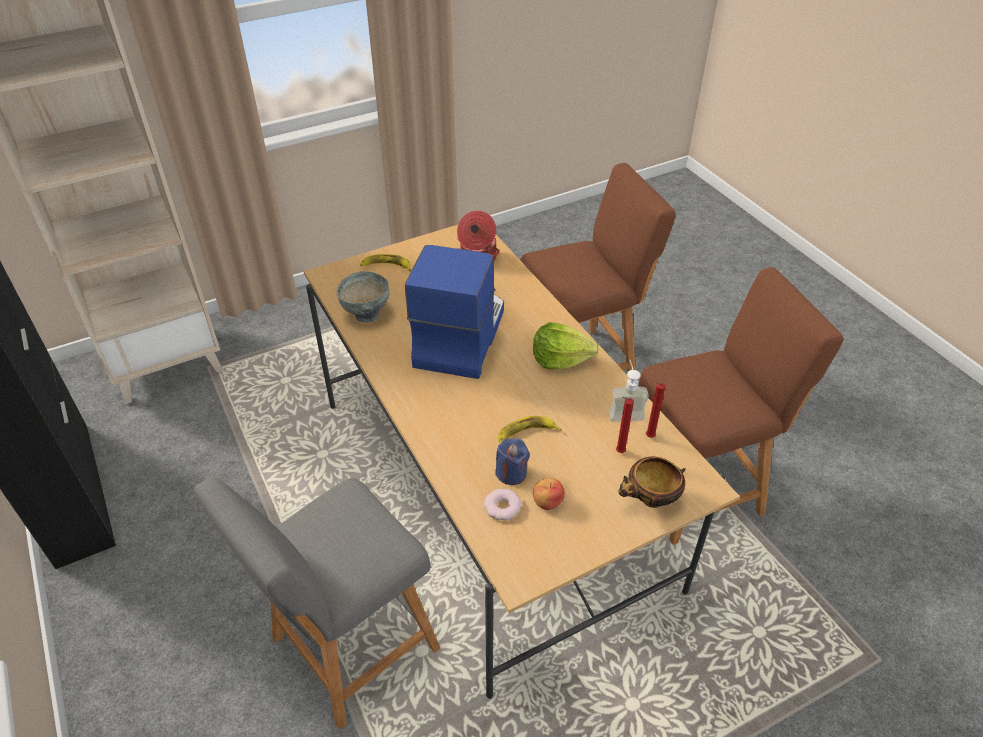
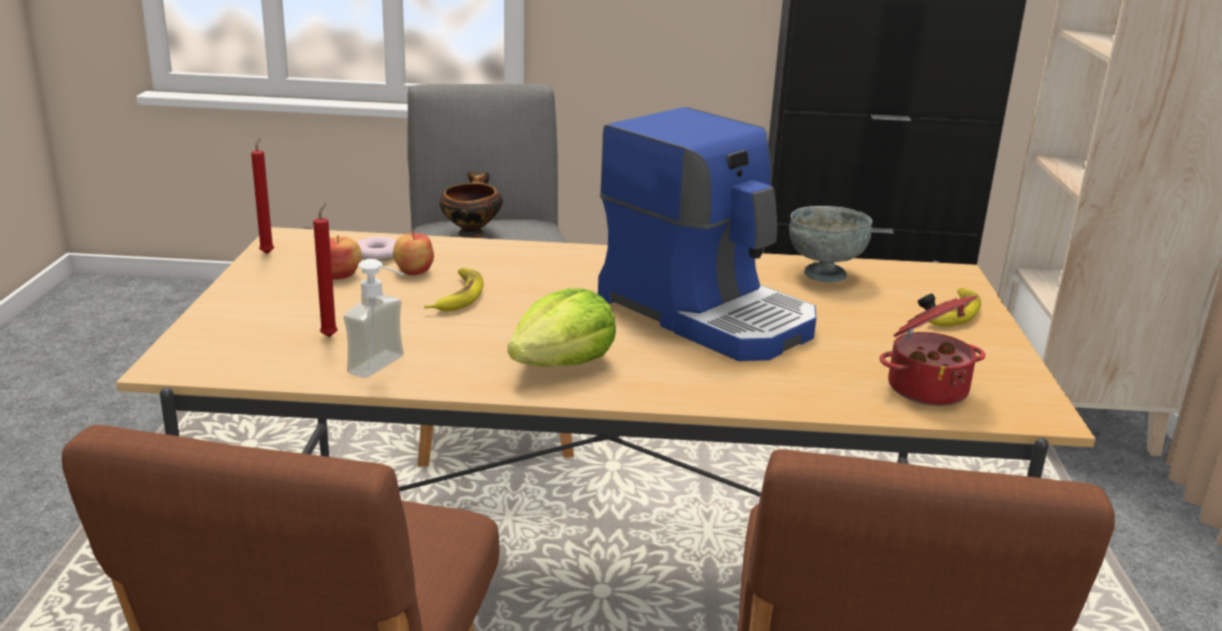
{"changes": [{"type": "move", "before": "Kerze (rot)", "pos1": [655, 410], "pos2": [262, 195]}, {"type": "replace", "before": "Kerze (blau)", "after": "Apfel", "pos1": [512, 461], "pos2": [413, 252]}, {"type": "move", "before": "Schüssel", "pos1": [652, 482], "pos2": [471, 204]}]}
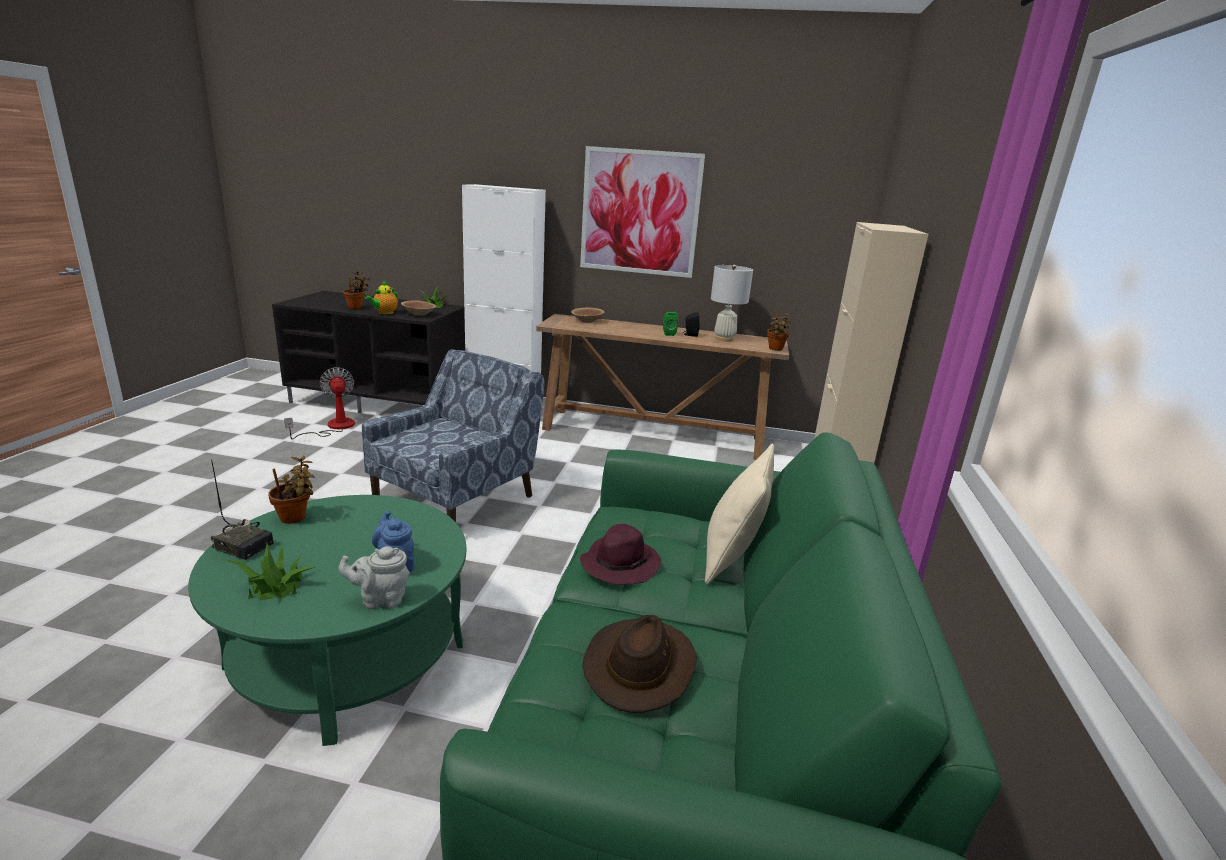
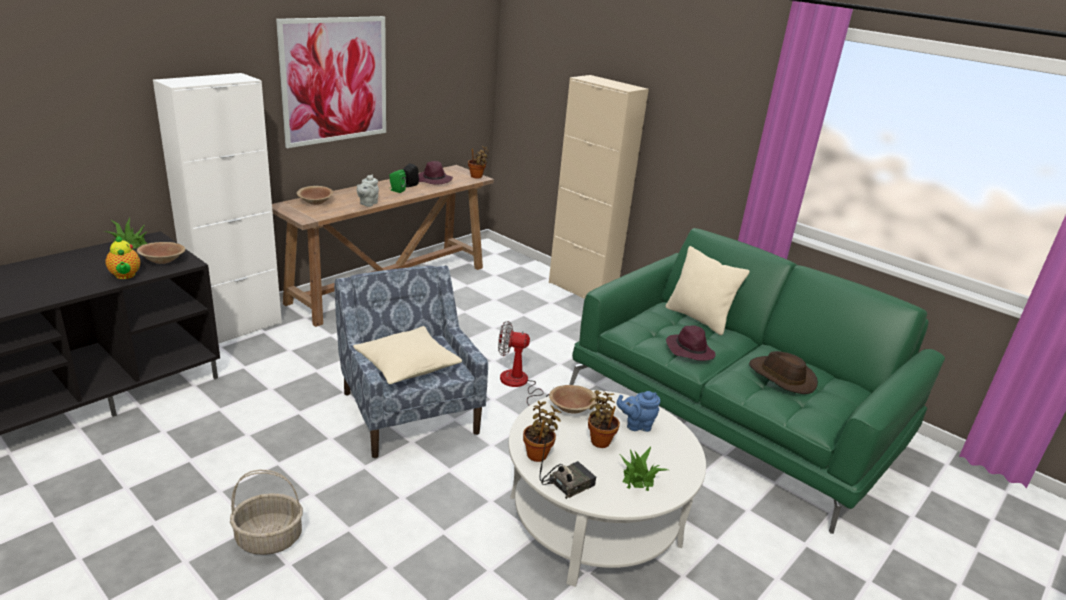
{"changes": [{"type": "insert", "after": "Korb", "pos2": [266, 512]}, {"type": "insert", "after": "Kissen (beige)", "pos2": [407, 355]}, {"type": "move", "before": "Teekanne (grau)", "pos1": [374, 577], "pos2": [368, 190]}, {"type": "replace", "before": "Tischlampe (weiß)", "after": "Hut (lila)", "pos1": [732, 303], "pos2": [436, 172]}, {"type": "move", "before": "Ventilator", "pos1": [319, 403], "pos2": [526, 363]}, {"type": "recolor", "before": "Couchtisch (grün)", "after": "Couchtisch (weiß)", "pos1": [327, 620], "pos2": [607, 488]}, {"type": "insert", "after": "Schüssel (braun)", "pos2": [573, 399]}, {"type": "move", "before": "Topfpflanze", "pos1": [356, 290], "pos2": [604, 419]}]}
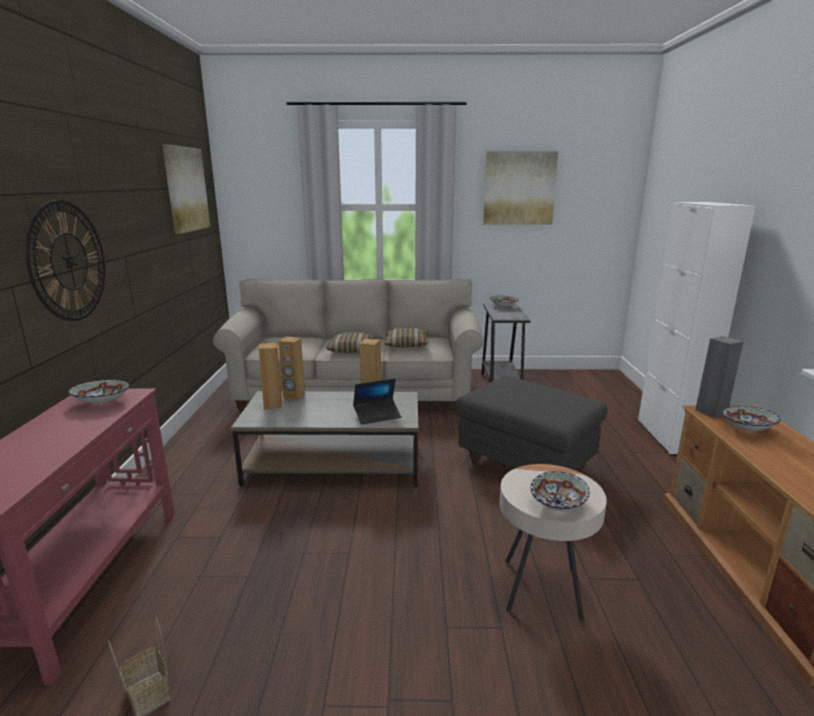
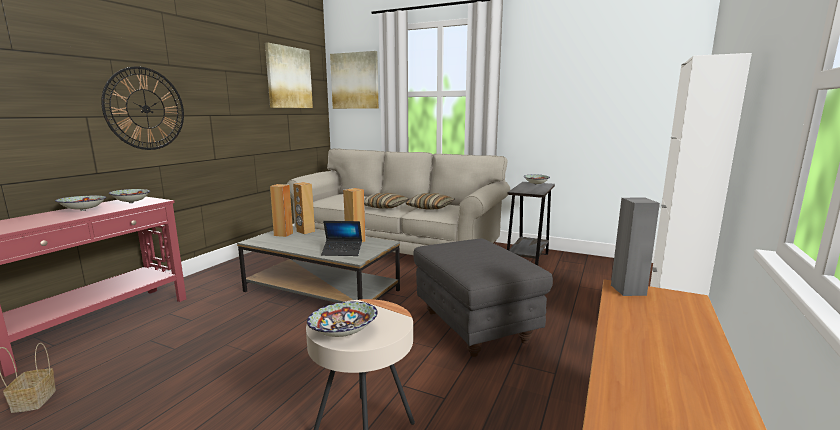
{"changes": [{"type": "move", "before": "Schüssel", "pos1": [751, 418], "pos2": [80, 203]}, {"type": "move", "before": "Bild", "pos1": [520, 187], "pos2": [354, 80]}]}
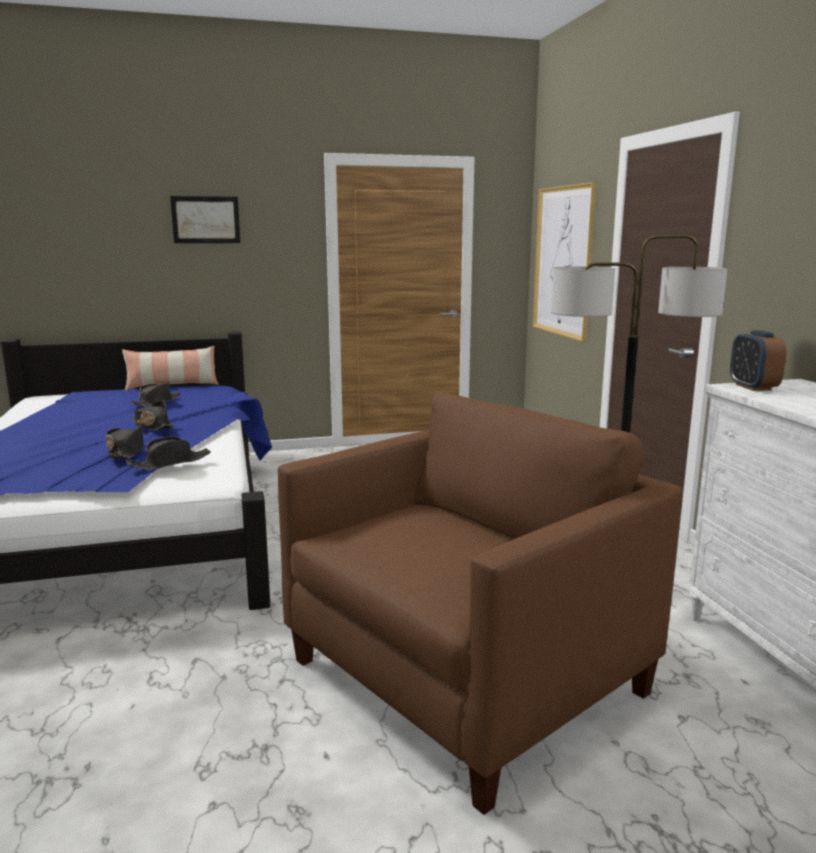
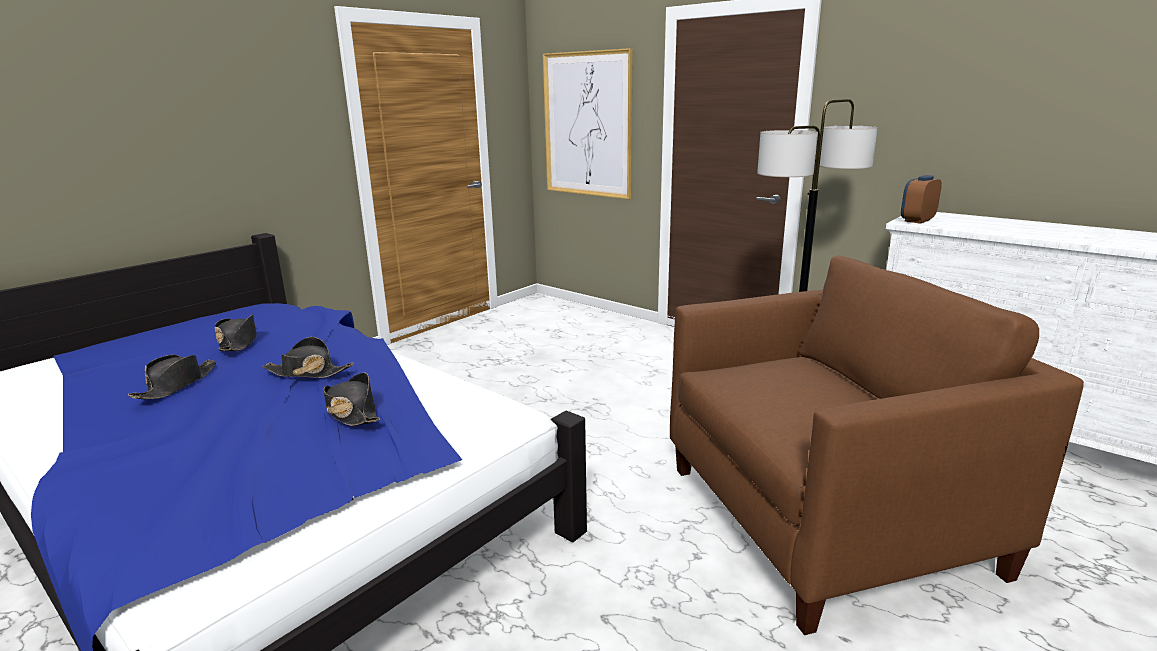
{"changes": [{"type": "move", "before": "Hut (schwarz)", "pos1": [168, 453], "pos2": [172, 377]}, {"type": "rotate", "before": "Sessel (braun)", "pos1": [480, 604], "pos2": [877, 445], "turn": 60}, {"type": "rotate", "before": "Wecker", "pos1": [758, 360], "pos2": [921, 199], "turn": 90}, {"type": "delete", "before": "Kissen", "pos1": [170, 368]}, {"type": "delete", "before": "Bild", "pos1": [205, 219]}]}
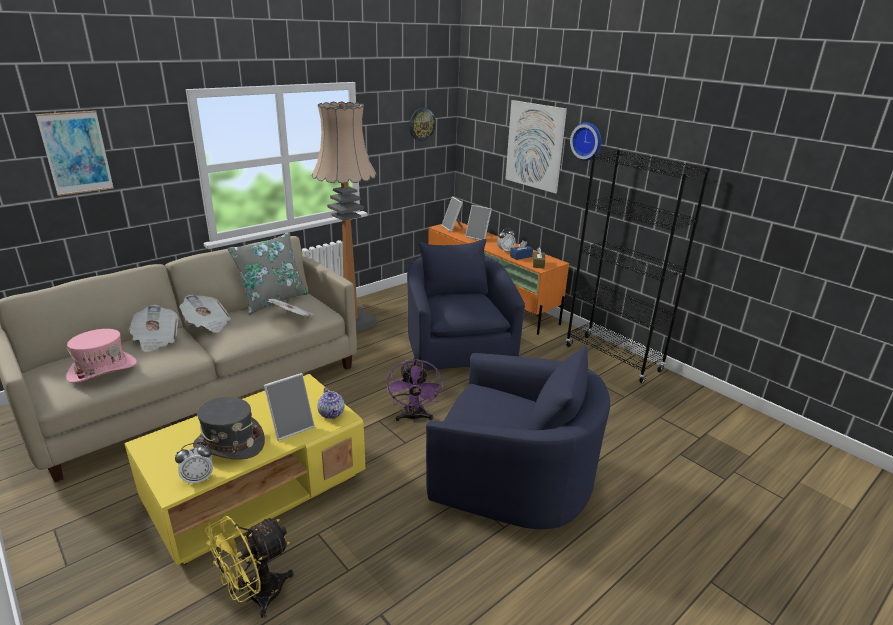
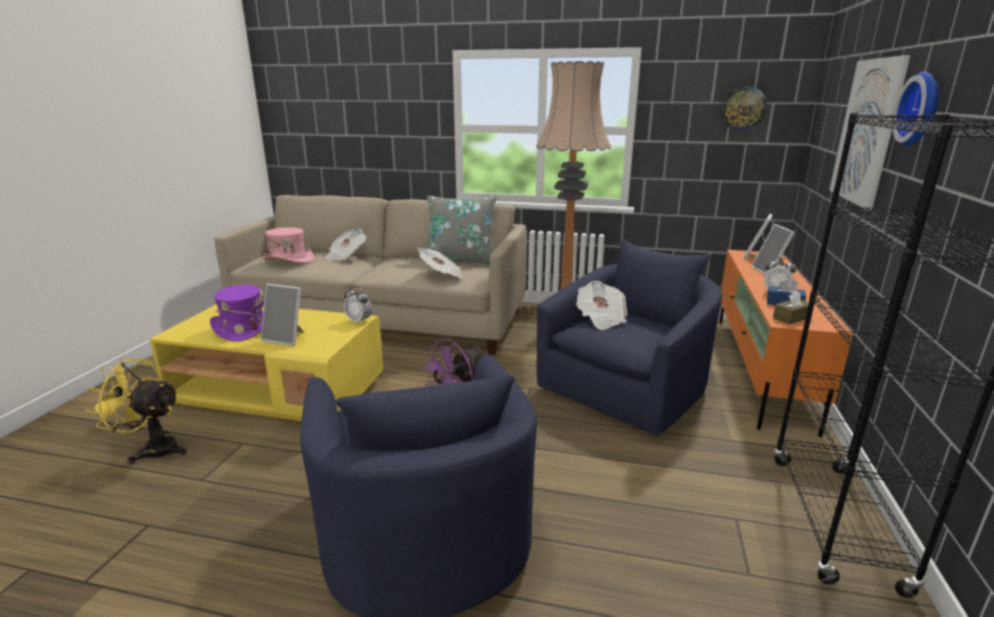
{"changes": [{"type": "recolor", "before": "Hut (grau)", "after": "Hut (lila)", "pos1": [229, 428], "pos2": [237, 313]}, {"type": "move", "before": "Wecker", "pos1": [194, 464], "pos2": [358, 305]}, {"type": "move", "before": "Zeitung", "pos1": [205, 314], "pos2": [601, 305]}, {"type": "delete", "before": "Bild", "pos1": [75, 153]}, {"type": "delete", "before": "Teekanne", "pos1": [330, 403]}]}
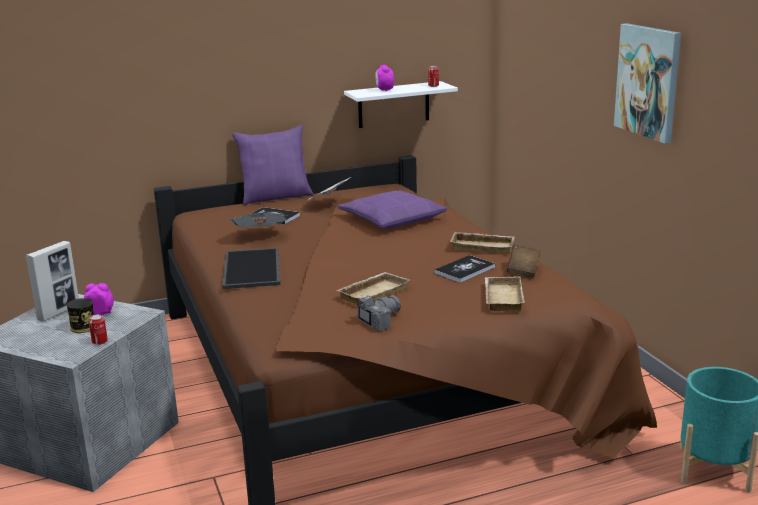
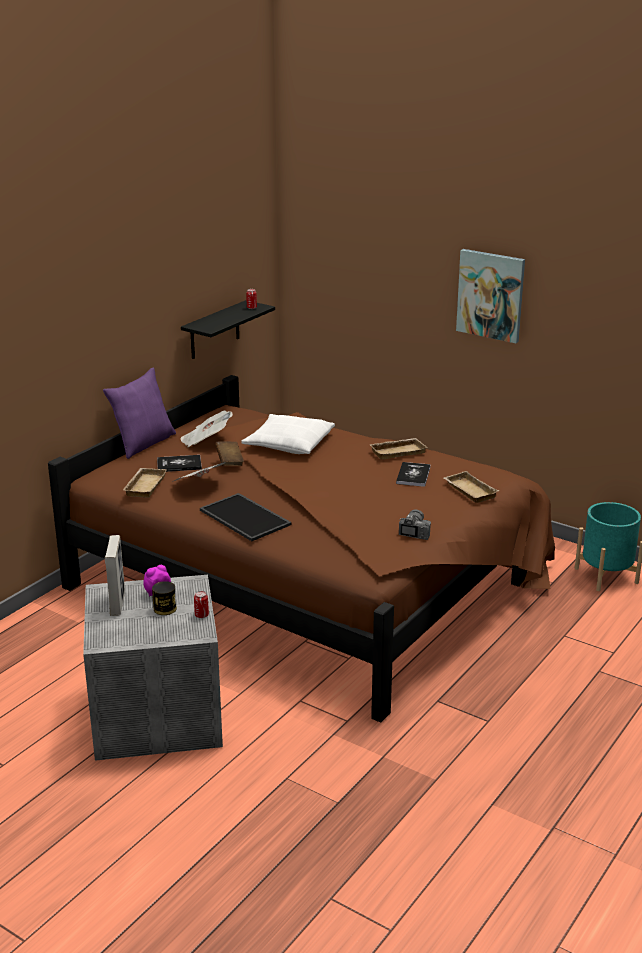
{"changes": [{"type": "move", "before": "Tablett (beige)", "pos1": [373, 288], "pos2": [145, 483]}, {"type": "recolor", "before": "Wandregal (weiß)", "after": "Wandregal (schwarz)", "pos1": [401, 104], "pos2": [228, 329]}, {"type": "move", "before": "Buch (braun)", "pos1": [524, 261], "pos2": [229, 453]}, {"type": "recolor", "before": "Kissen (lila)", "after": "Kissen (weiß)", "pos1": [392, 209], "pos2": [288, 434]}, {"type": "delete", "before": "Wecker", "pos1": [384, 78]}]}
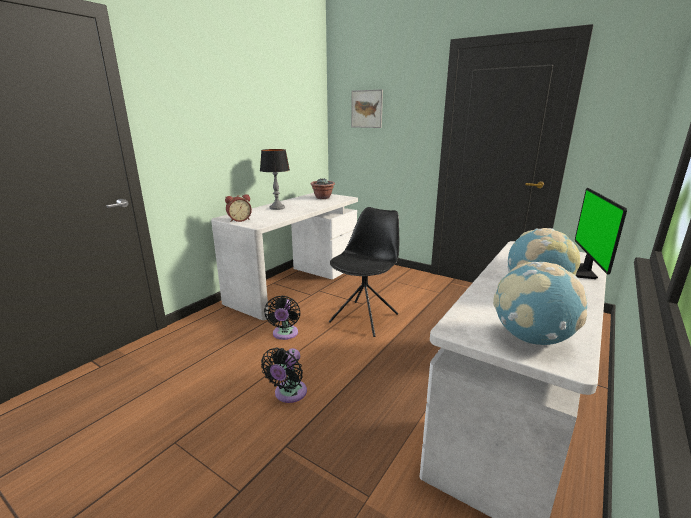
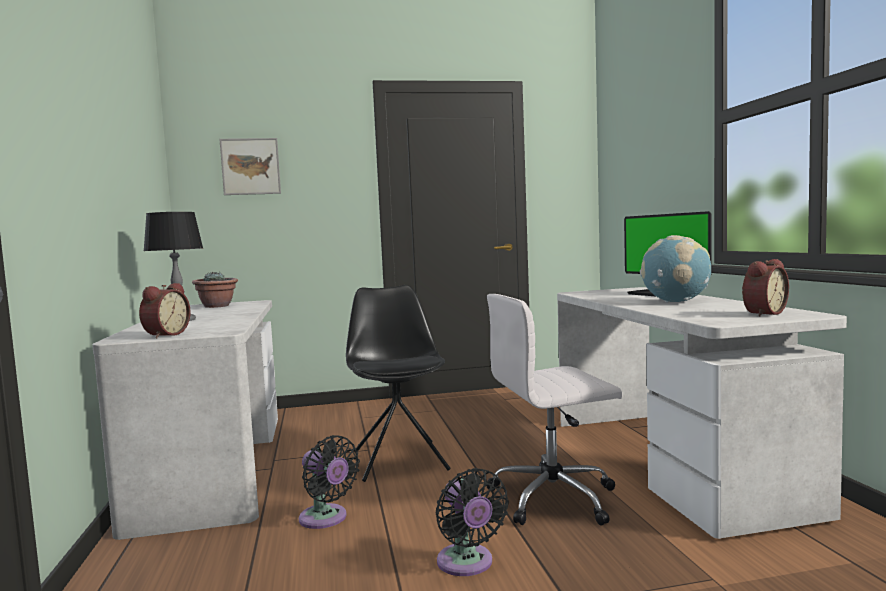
{"changes": [{"type": "insert", "after": "Bürostuhl (weiß)", "pos2": [554, 410]}, {"type": "replace", "before": "Globus", "after": "Wecker", "pos1": [540, 303], "pos2": [765, 288]}]}
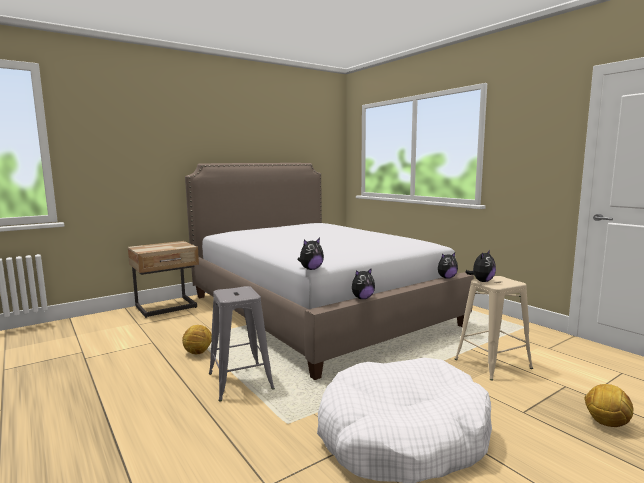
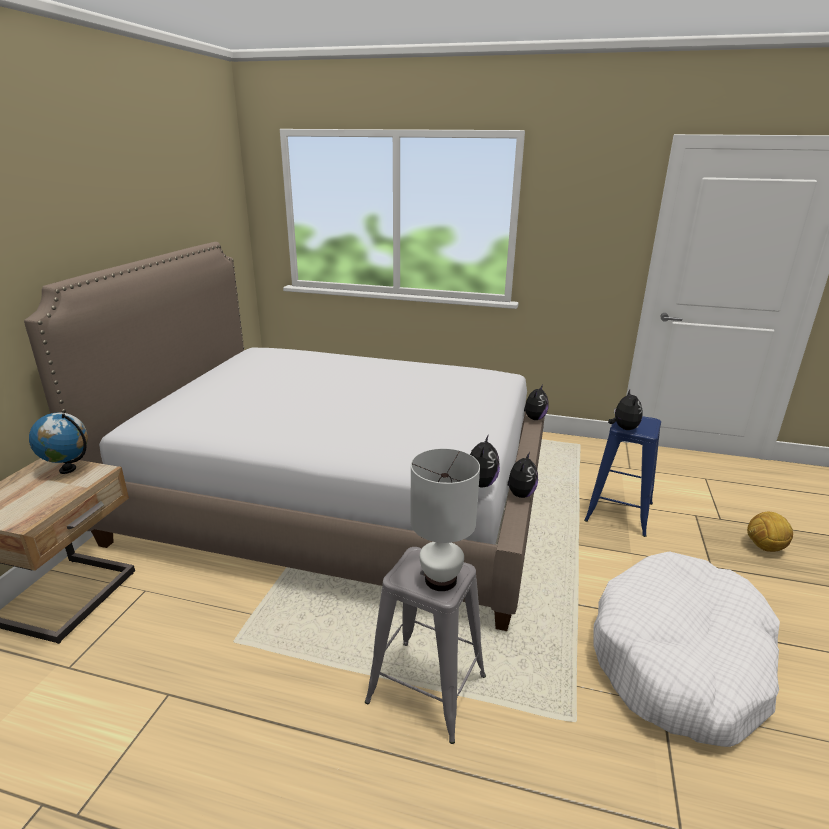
{"changes": [{"type": "insert", "after": "Globus", "pos2": [58, 443]}, {"type": "insert", "after": "Tischlampe (weiß)", "pos2": [445, 520]}, {"type": "recolor", "before": "Hocker (beige)", "after": "Hocker (blau)", "pos1": [494, 328], "pos2": [622, 476]}, {"type": "delete", "before": "Fußball", "pos1": [197, 339]}]}
